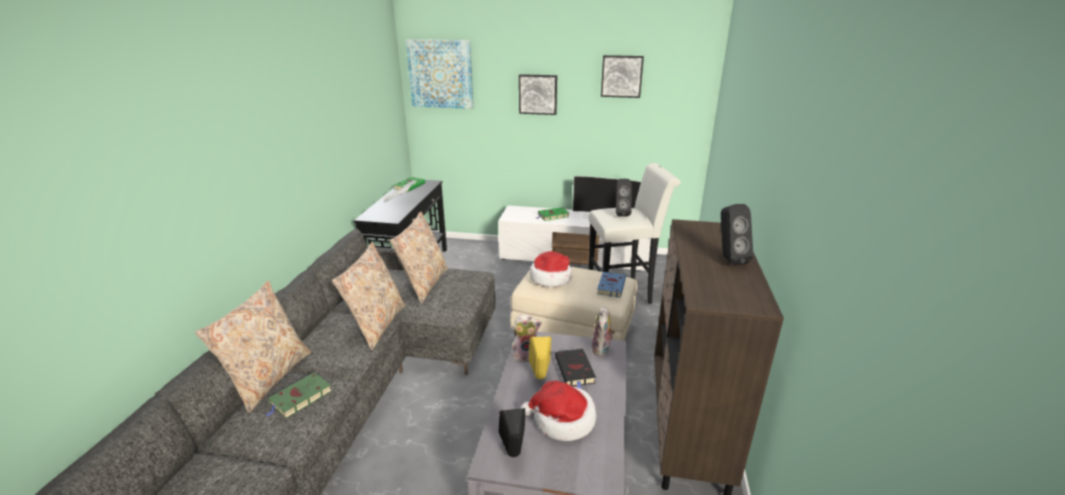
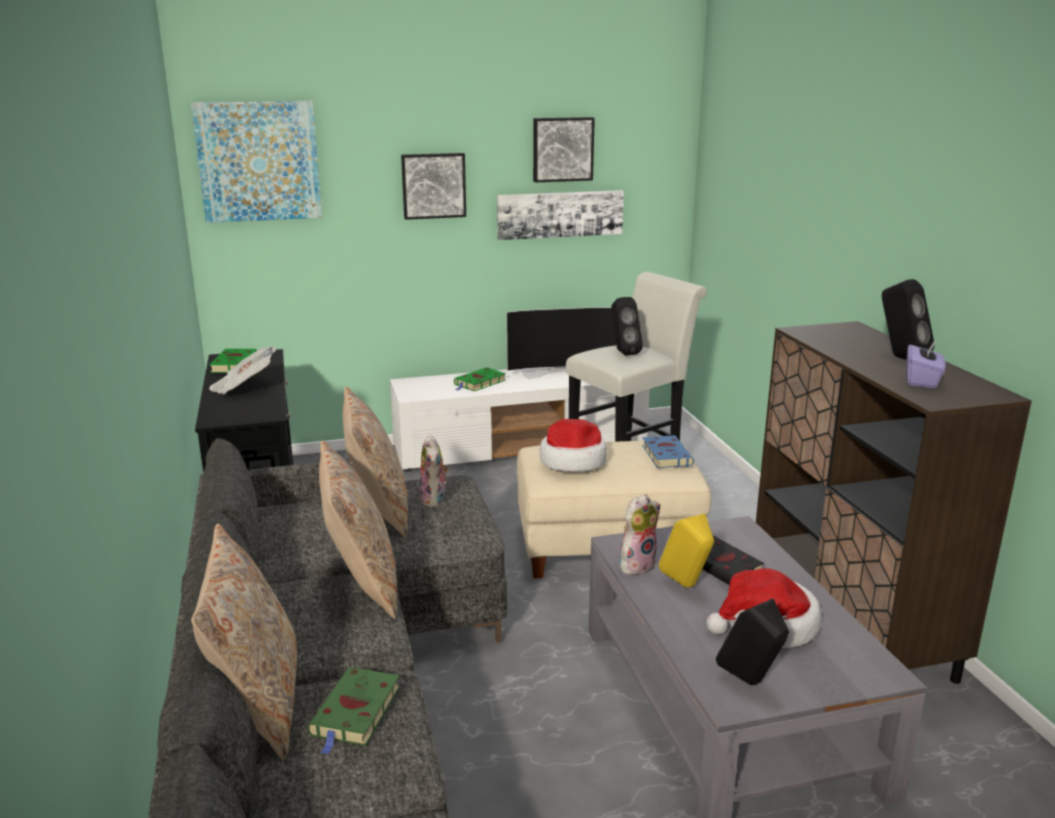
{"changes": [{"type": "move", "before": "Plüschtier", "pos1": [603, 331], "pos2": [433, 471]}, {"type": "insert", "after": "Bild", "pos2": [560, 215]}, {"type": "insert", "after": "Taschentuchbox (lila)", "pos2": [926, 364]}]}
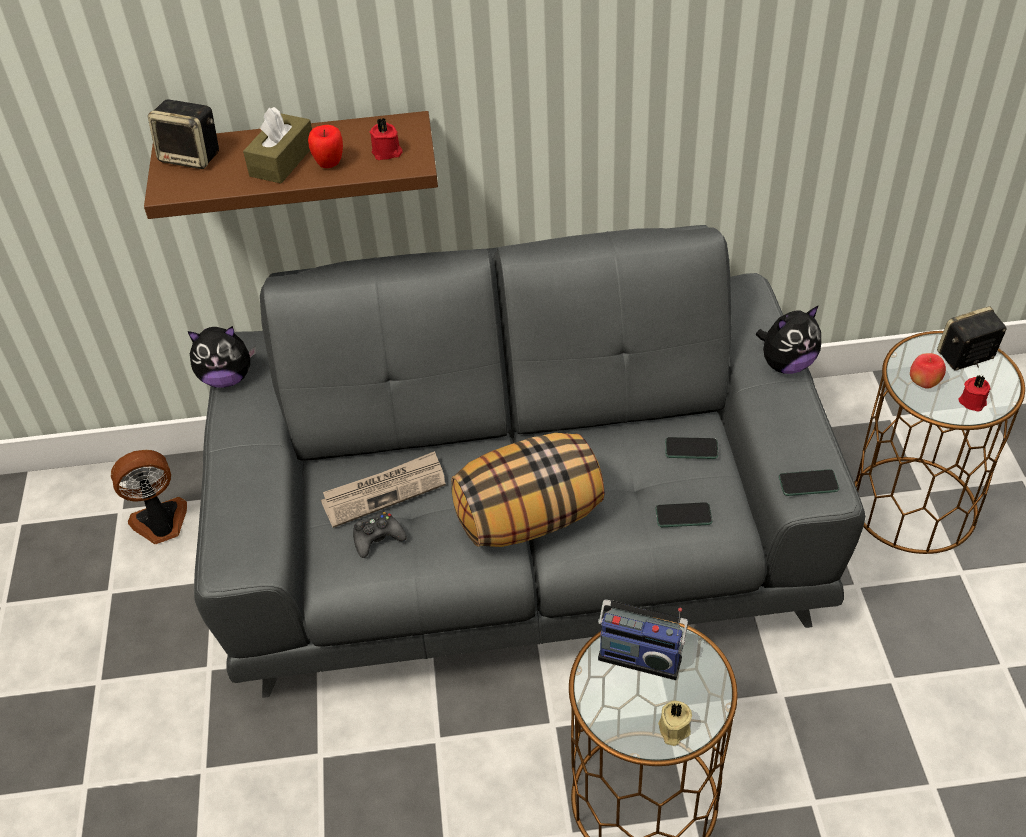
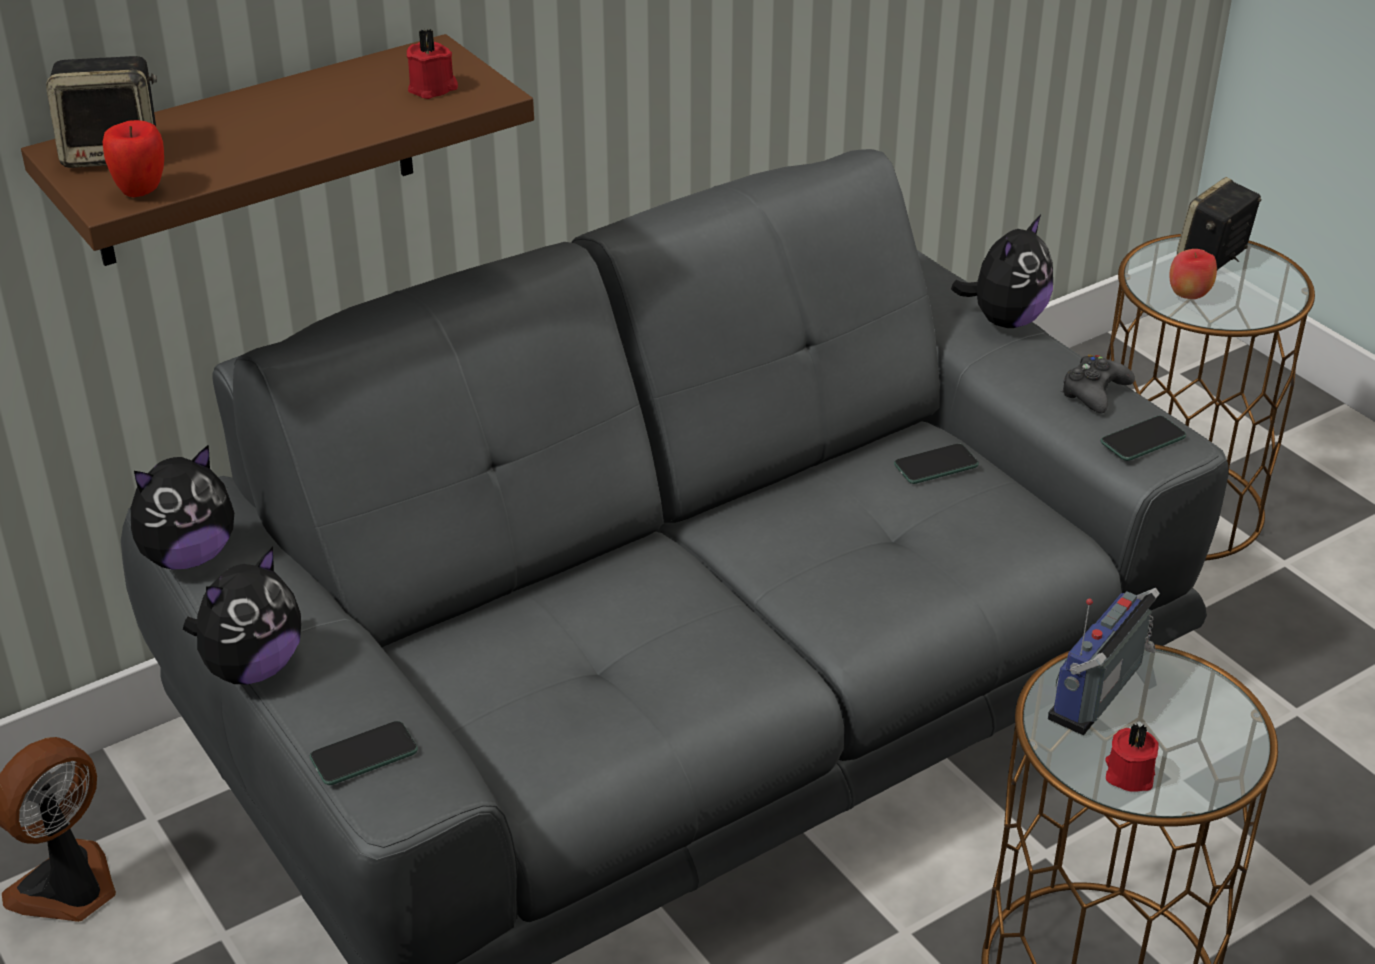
{"changes": [{"type": "move", "before": "Apfel", "pos1": [325, 146], "pos2": [133, 158]}, {"type": "insert", "after": "Plüschtier", "pos2": [242, 615]}, {"type": "move", "before": "Handy", "pos1": [683, 514], "pos2": [364, 753]}, {"type": "rotate", "before": "Radio", "pos1": [643, 639], "pos2": [1104, 661], "turn": 135}, {"type": "move", "before": "Gamepad (schwarz)", "pos1": [379, 535], "pos2": [1098, 384]}, {"type": "move", "before": "Kerze (rot)", "pos1": [974, 393], "pos2": [1131, 757]}, {"type": "delete", "before": "Taschentuchbox (braun)", "pos1": [277, 145]}, {"type": "delete", "before": "Zeitung", "pos1": [383, 489]}, {"type": "delete", "before": "Kissen", "pos1": [528, 490]}, {"type": "delete", "before": "Kerze (beige)", "pos1": [675, 723]}]}
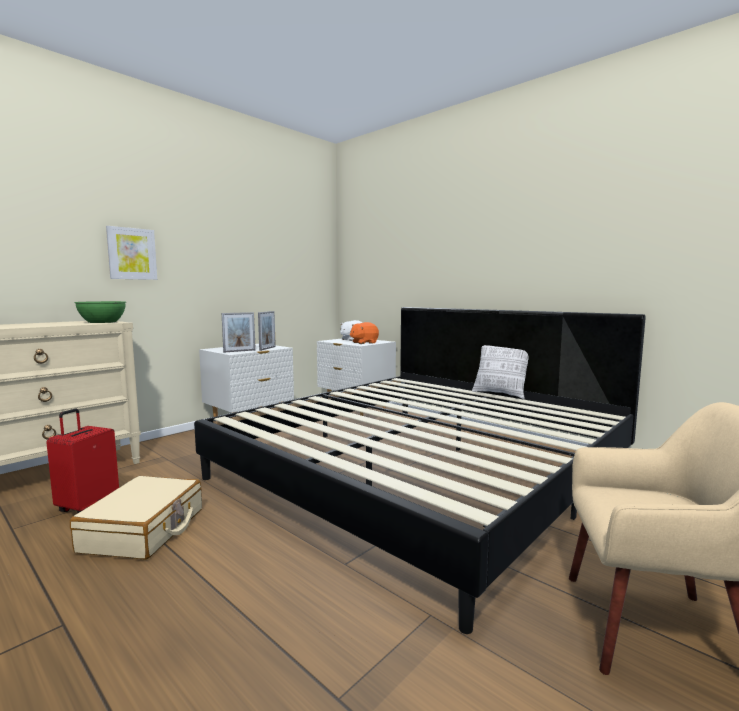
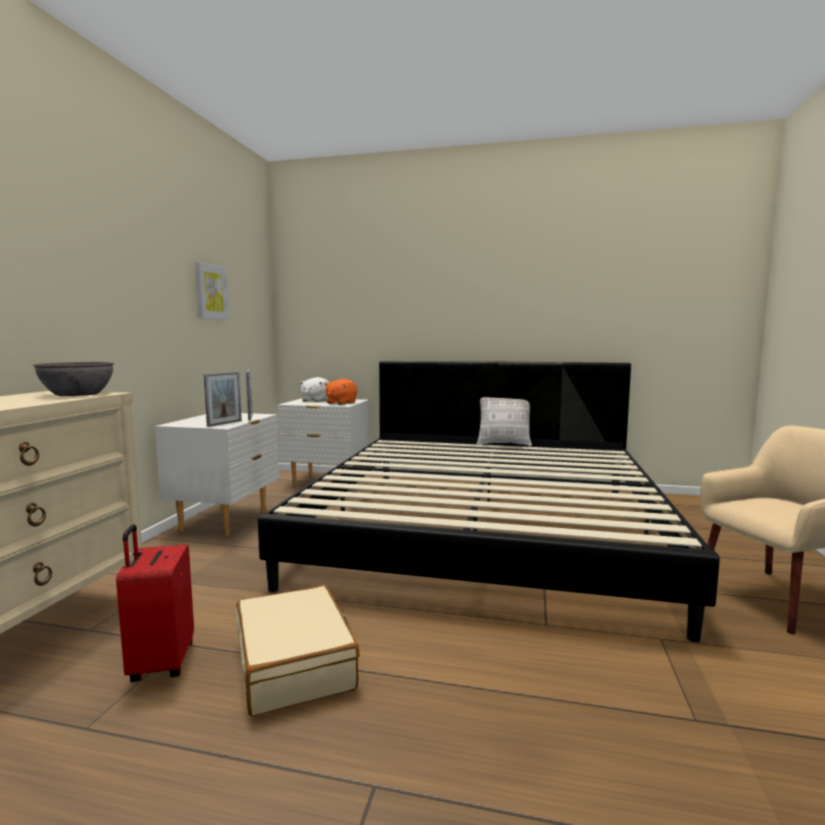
{"changes": [{"type": "recolor", "before": "Schüssel (grün)", "after": "Schüssel (grau)", "pos1": [100, 312], "pos2": [73, 379]}, {"type": "move", "before": "Bild", "pos1": [131, 253], "pos2": [212, 291]}]}
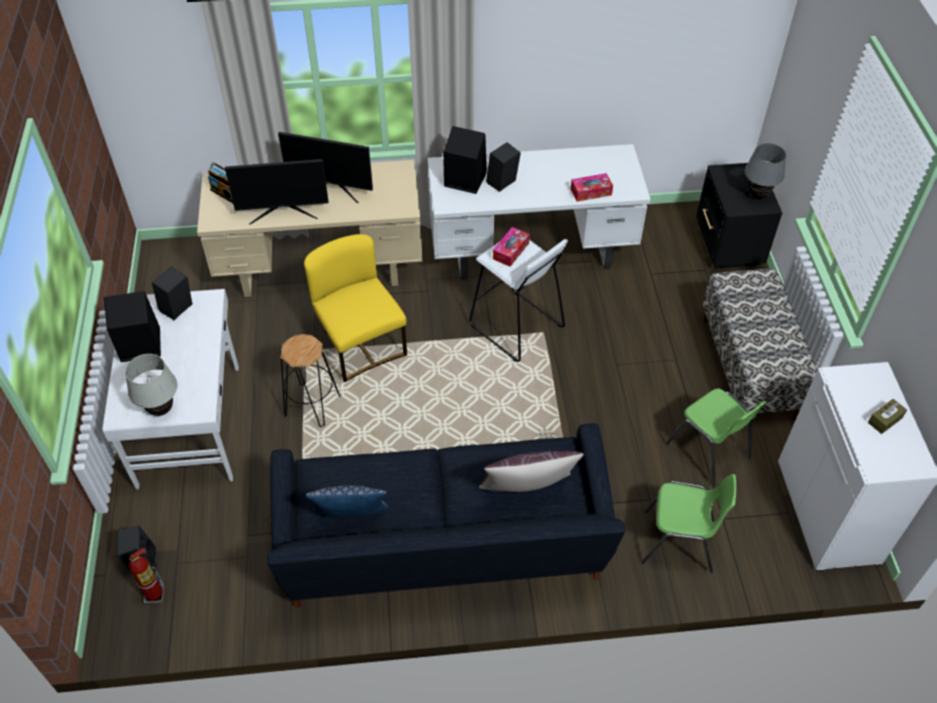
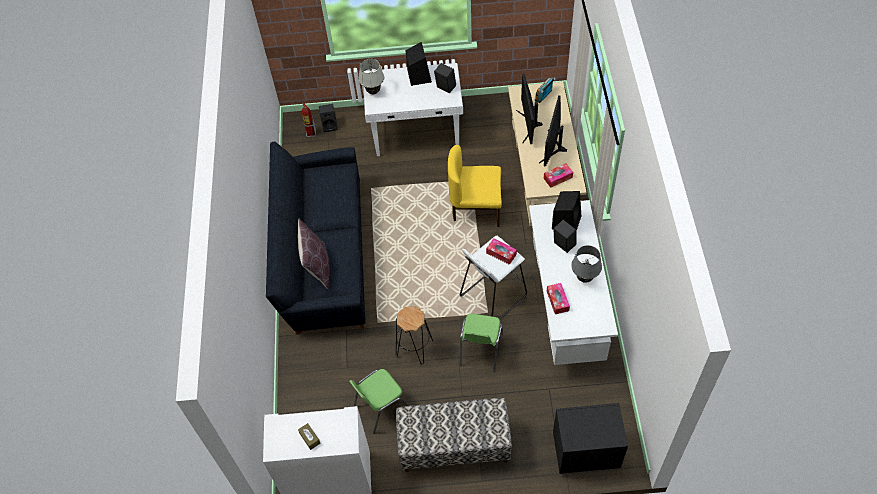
{"changes": [{"type": "move", "before": "Hocker (schwarz)", "pos1": [310, 380], "pos2": [414, 335]}, {"type": "rotate", "before": "Stuhl (gelb)", "pos1": [355, 308], "pos2": [475, 186], "turn": -150}, {"type": "move", "before": "Stuhl (grün)", "pos1": [688, 523], "pos2": [481, 343]}, {"type": "insert", "after": "Taschentuchbox", "pos2": [558, 175]}, {"type": "move", "before": "Tischlampe (grau)", "pos1": [765, 171], "pos2": [586, 264]}, {"type": "delete", "before": "Kissen", "pos1": [347, 501]}]}
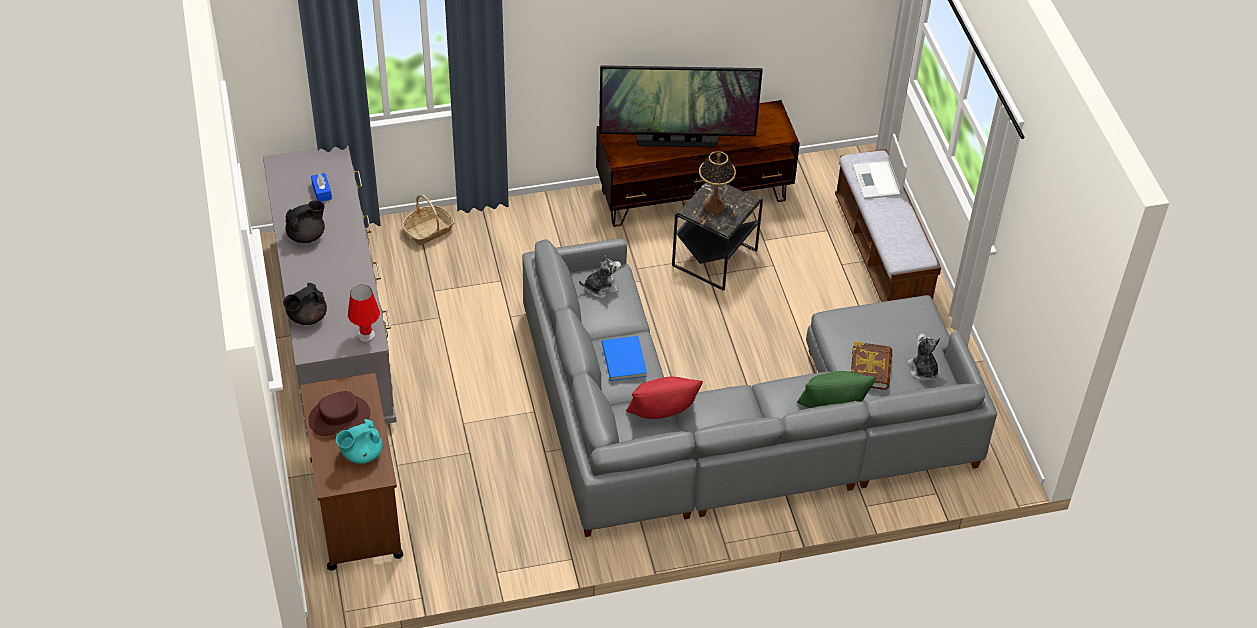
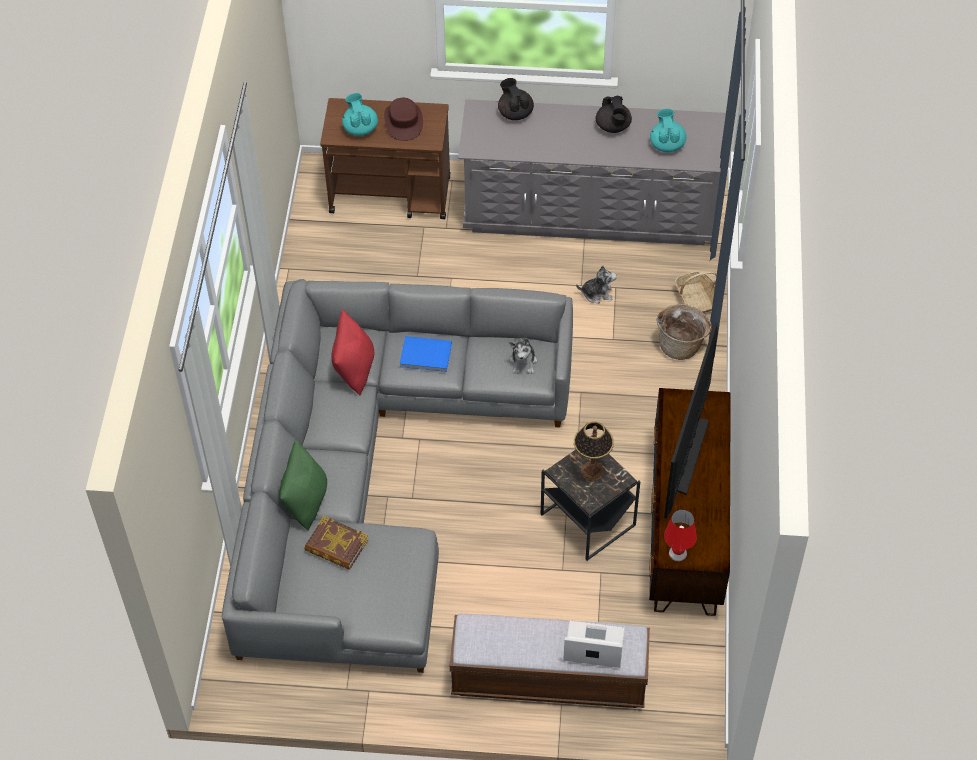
{"changes": [{"type": "move", "before": "Plüschtier", "pos1": [924, 357], "pos2": [596, 284]}, {"type": "replace", "before": "Taschentuchbox (blau)", "after": "Teekanne (türkis)", "pos1": [321, 187], "pos2": [668, 130]}, {"type": "insert", "after": "Korb", "pos2": [684, 332]}, {"type": "move", "before": "Tischlampe (rot)", "pos1": [364, 313], "pos2": [680, 535]}]}
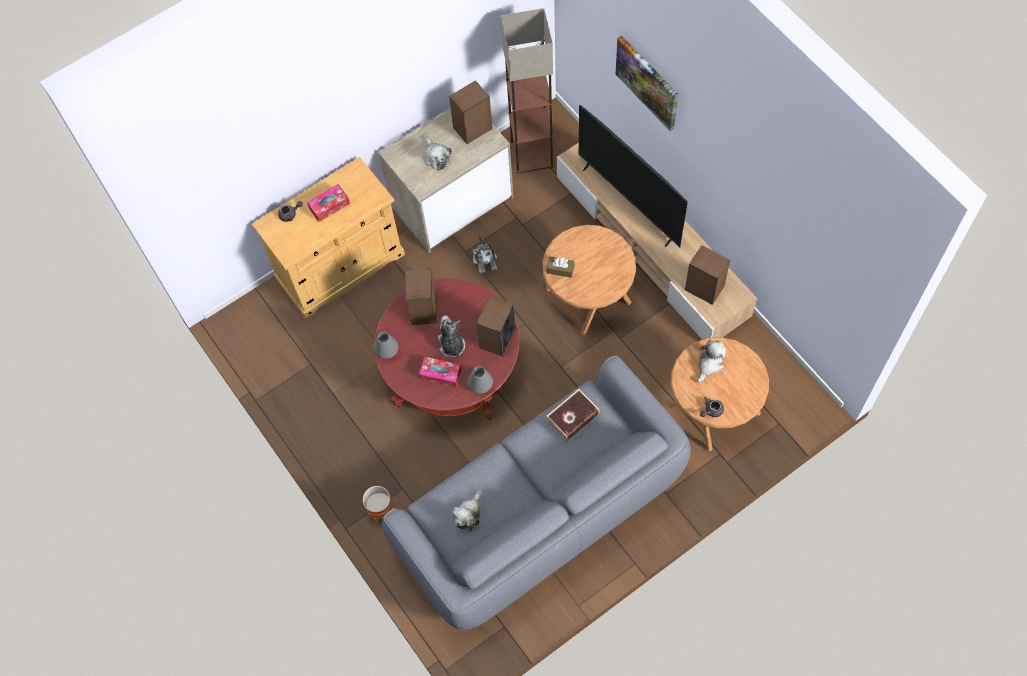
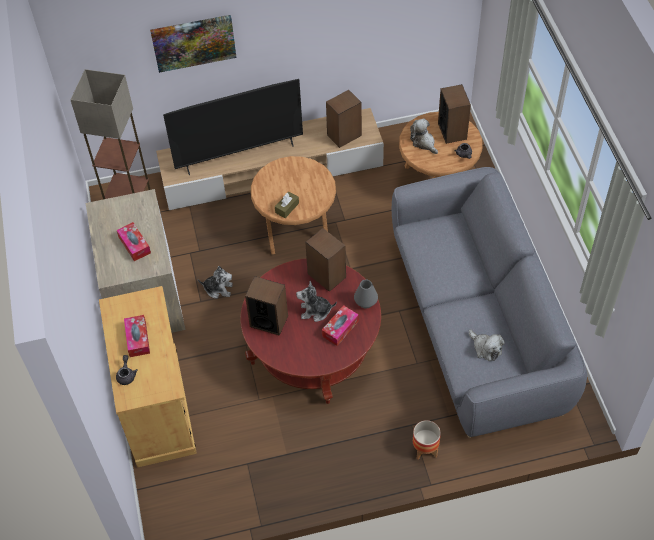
{"changes": [{"type": "replace", "before": "Plüschtier", "after": "Taschentuchbox", "pos1": [439, 154], "pos2": [134, 241]}, {"type": "move", "before": "Lautsprecher", "pos1": [471, 112], "pos2": [454, 114]}, {"type": "delete", "before": "Vase (grau)", "pos1": [386, 345]}, {"type": "delete", "before": "Buch", "pos1": [572, 415]}]}
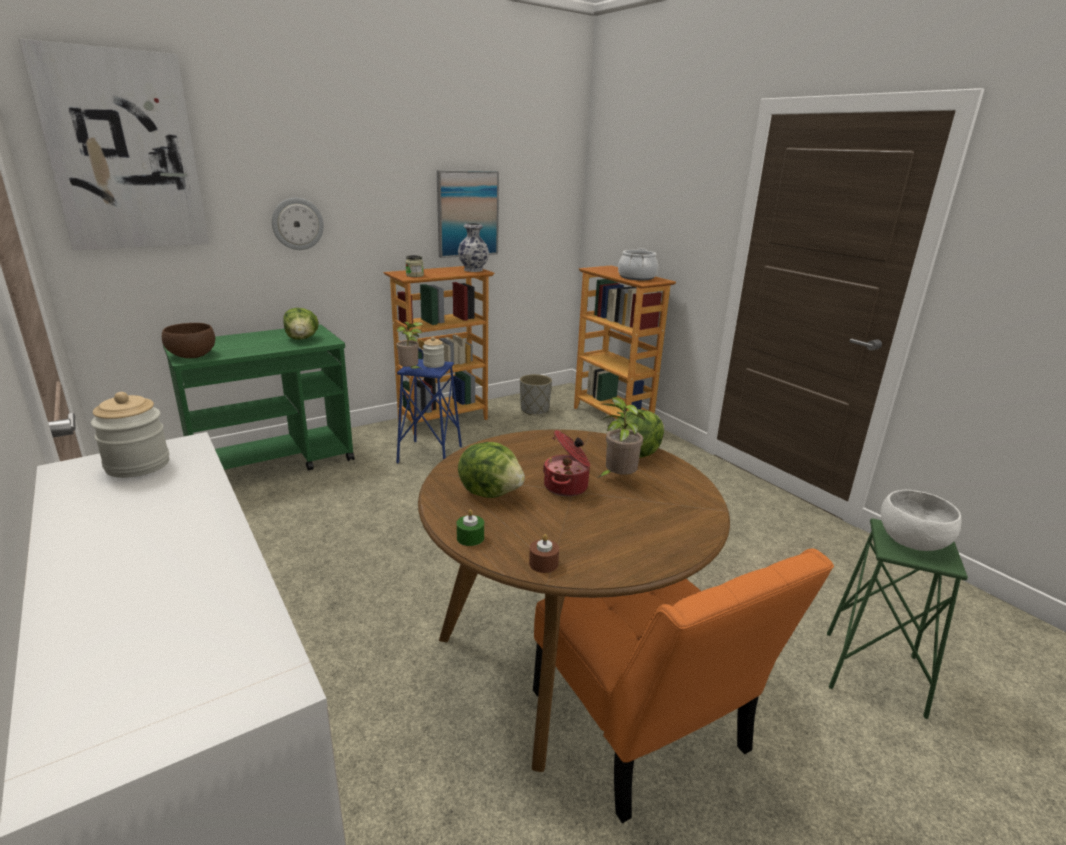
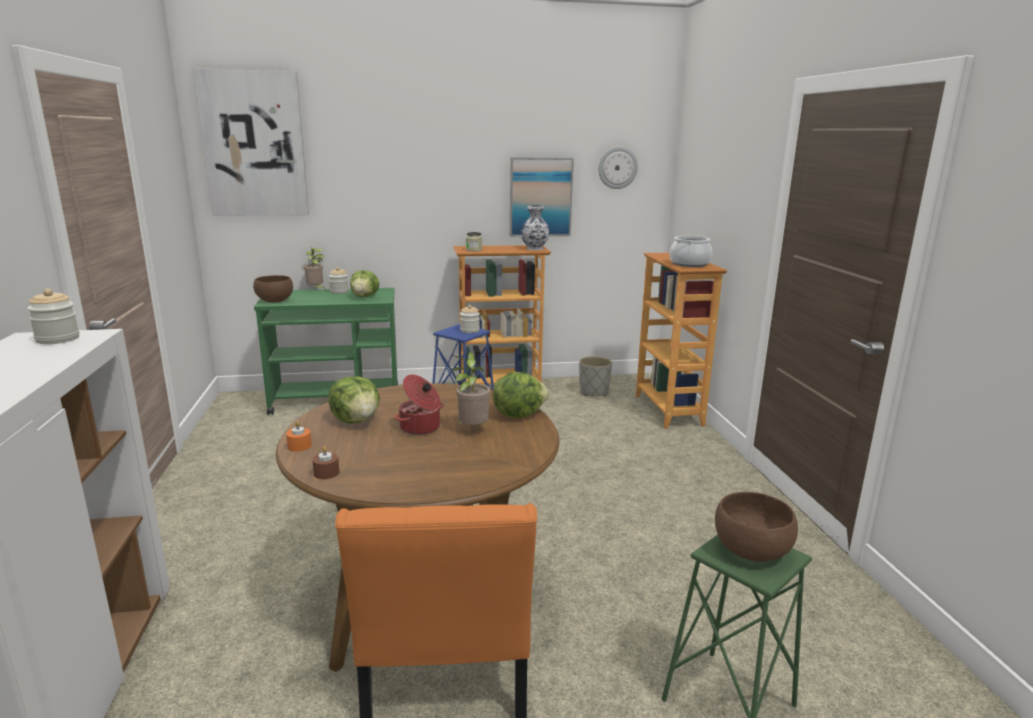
{"changes": [{"type": "recolor", "before": "Kerze (grün)", "after": "Kerze (orange)", "pos1": [470, 527], "pos2": [299, 436]}, {"type": "move", "before": "Topfpflanze", "pos1": [410, 345], "pos2": [315, 269]}, {"type": "insert", "after": "Vorratsglas", "pos2": [339, 280]}, {"type": "move", "before": "Wanduhr", "pos1": [298, 224], "pos2": [618, 167]}, {"type": "recolor", "before": "Schüssel (weiß)", "after": "Schüssel (braun)", "pos1": [921, 520], "pos2": [756, 527]}]}
